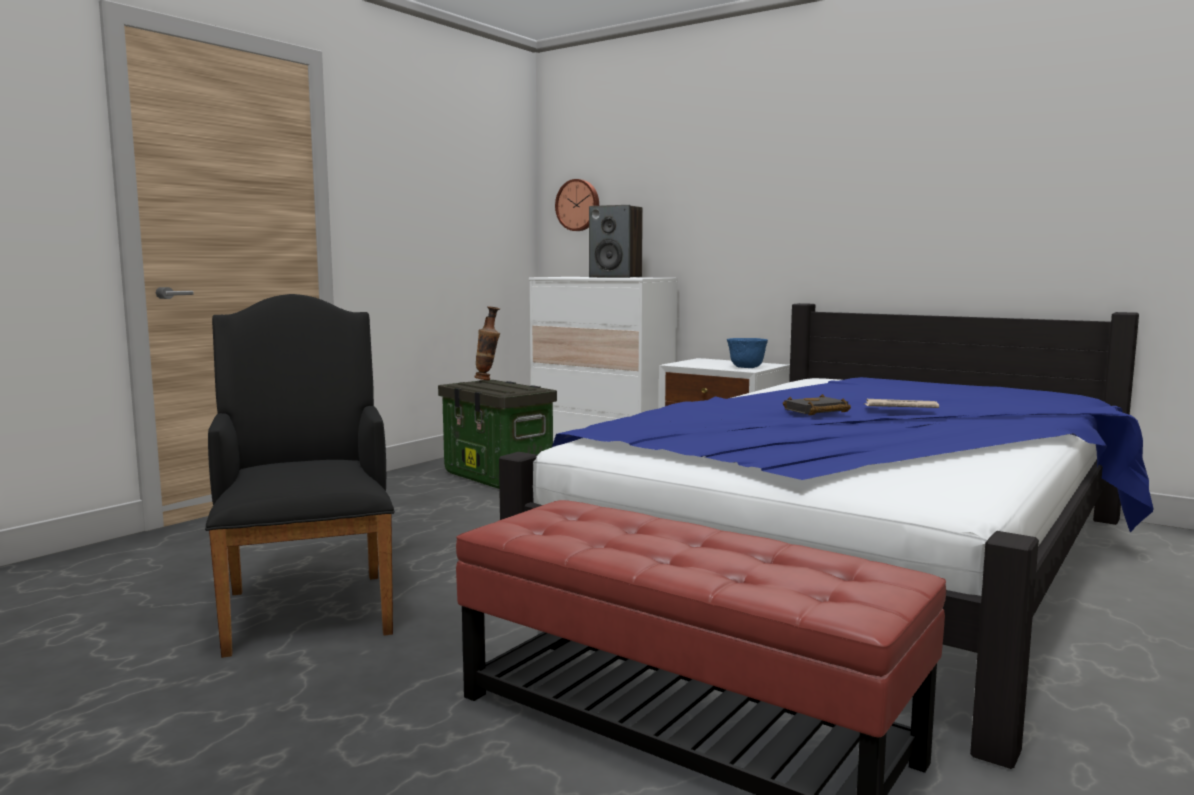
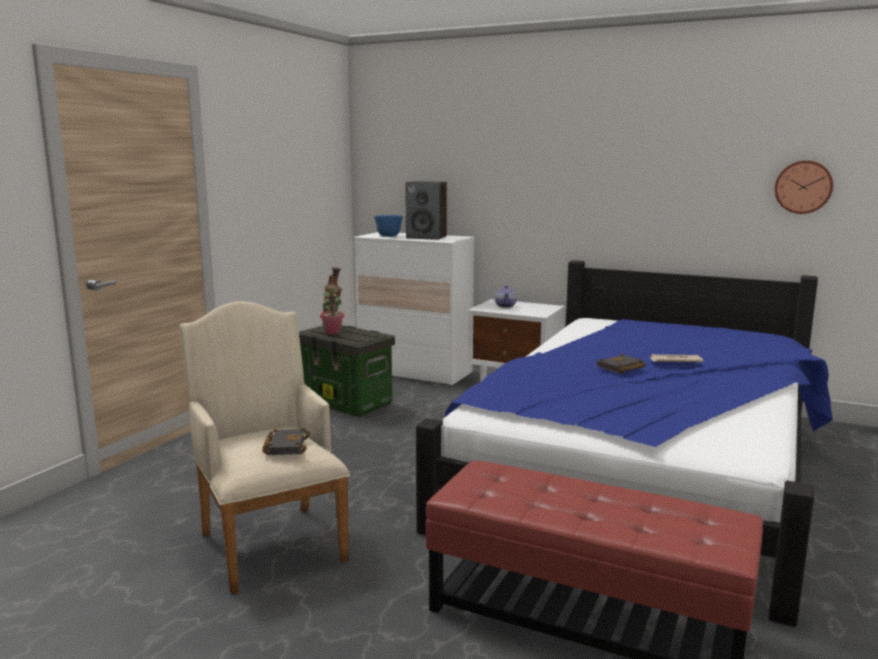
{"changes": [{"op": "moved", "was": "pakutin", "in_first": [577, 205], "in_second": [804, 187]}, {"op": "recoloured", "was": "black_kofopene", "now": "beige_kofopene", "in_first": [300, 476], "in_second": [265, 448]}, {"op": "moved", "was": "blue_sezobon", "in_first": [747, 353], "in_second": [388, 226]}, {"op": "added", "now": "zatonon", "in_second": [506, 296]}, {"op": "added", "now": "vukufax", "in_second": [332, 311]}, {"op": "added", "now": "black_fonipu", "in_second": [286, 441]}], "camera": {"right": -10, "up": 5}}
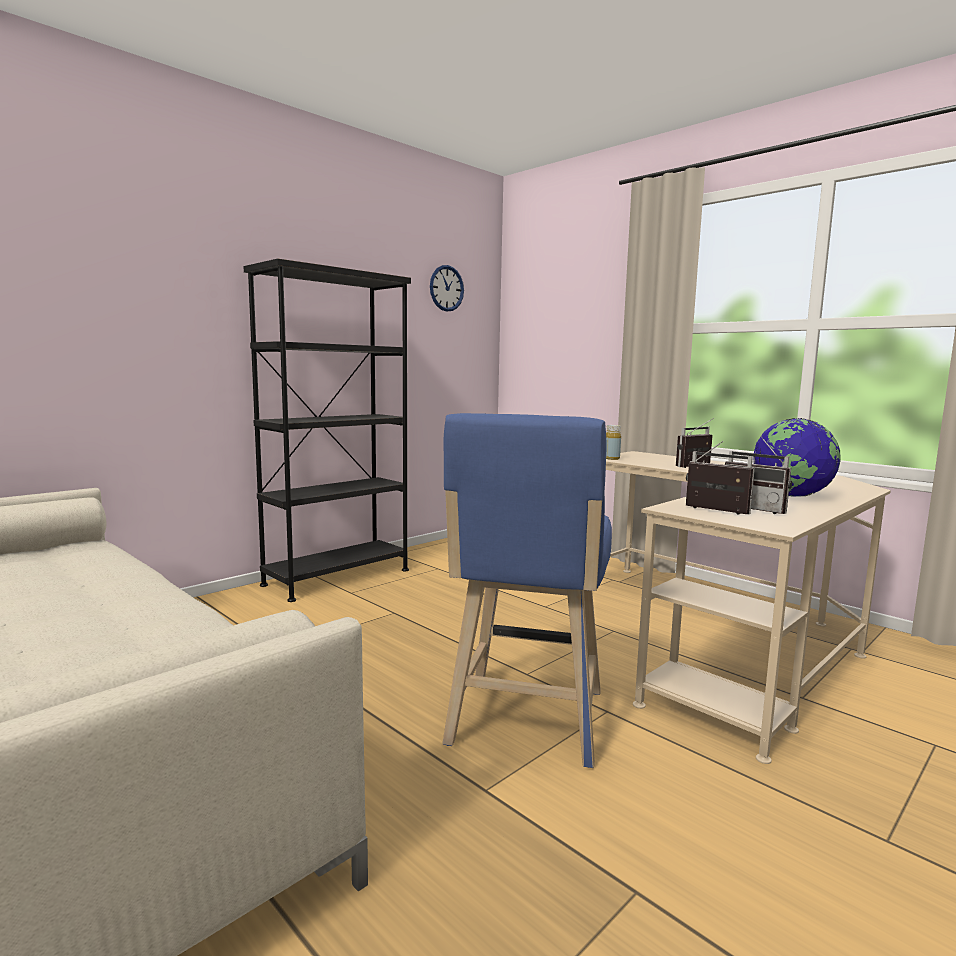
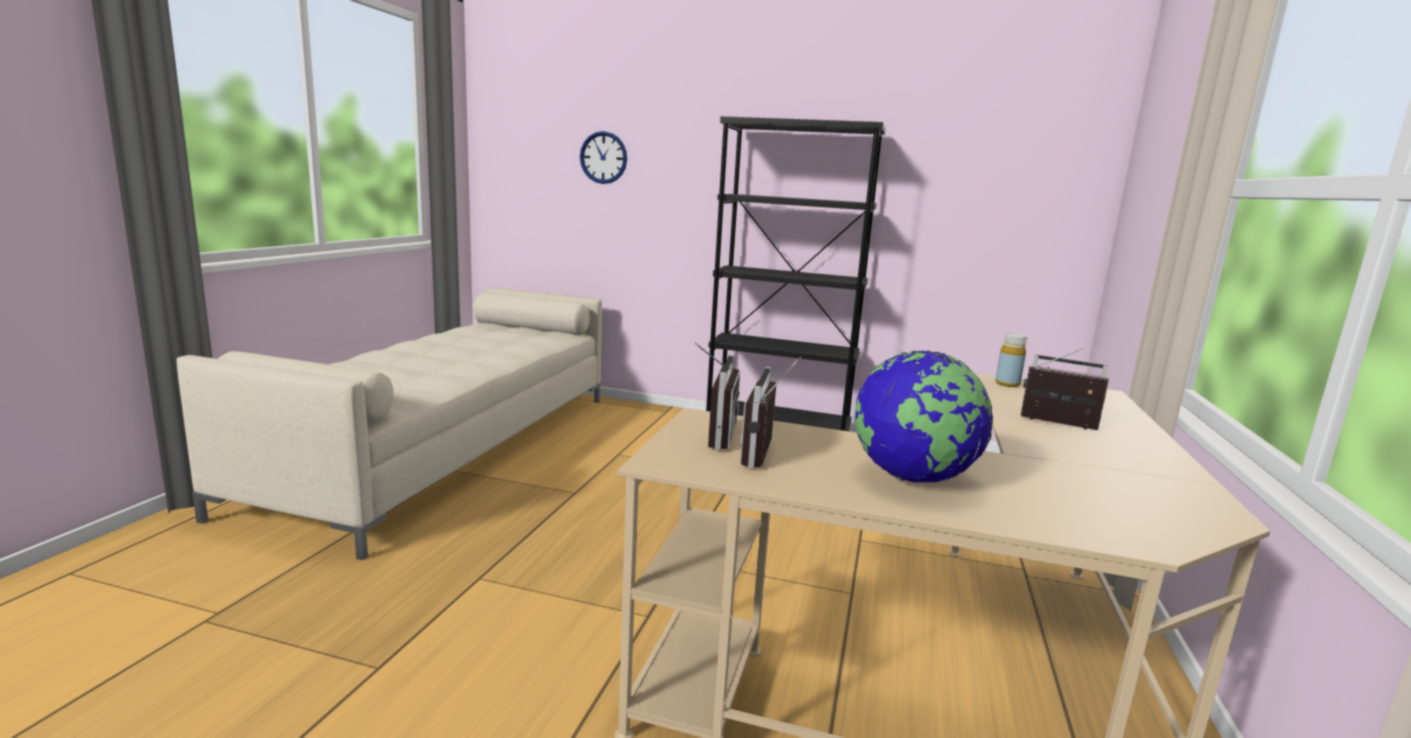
{"changes": [{"op": "moved", "was": "pakutin", "in_first": [447, 288], "in_second": [603, 157]}, {"op": "removed", "was": "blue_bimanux", "in_first": [527, 590]}], "camera": {"right": 60, "up": 5}}
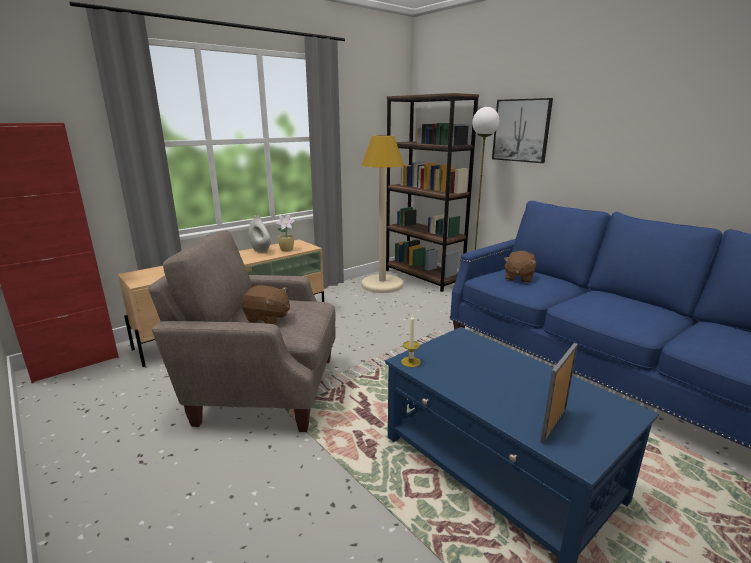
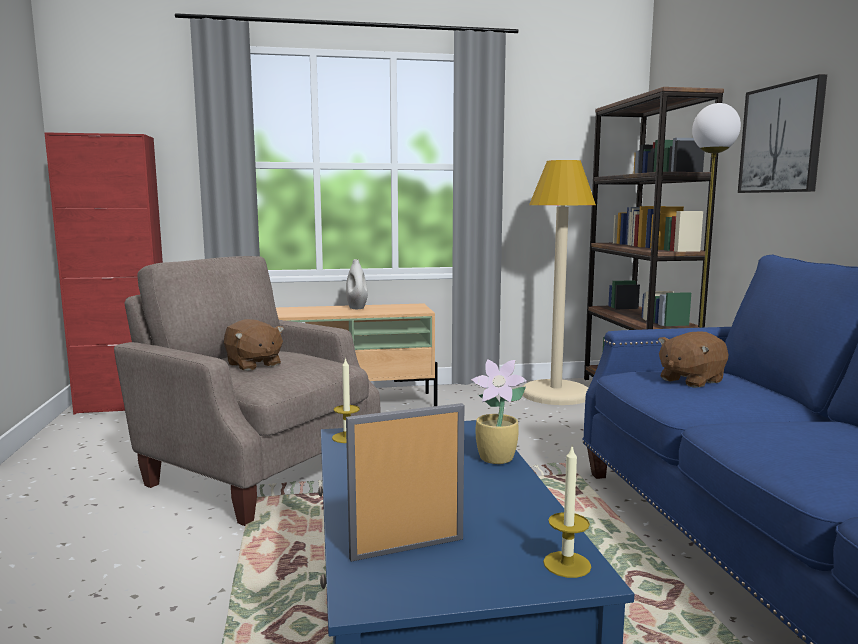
{"changes": [{"op": "moved", "was": "vukufax", "in_first": [285, 233], "in_second": [499, 411]}, {"op": "added", "now": "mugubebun", "in_second": [567, 512]}], "camera": {"right": 30, "up": -10}}
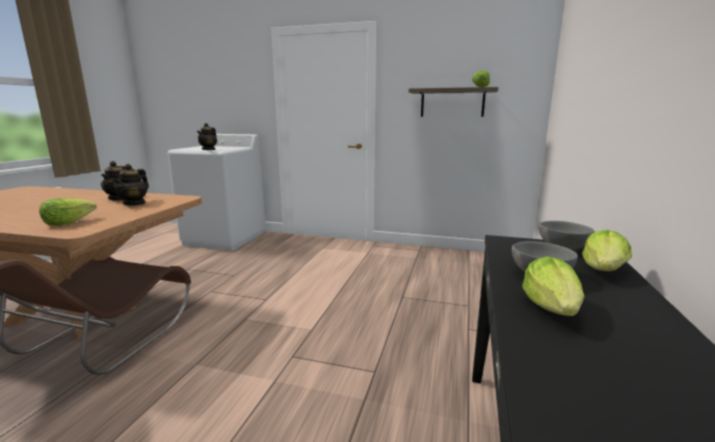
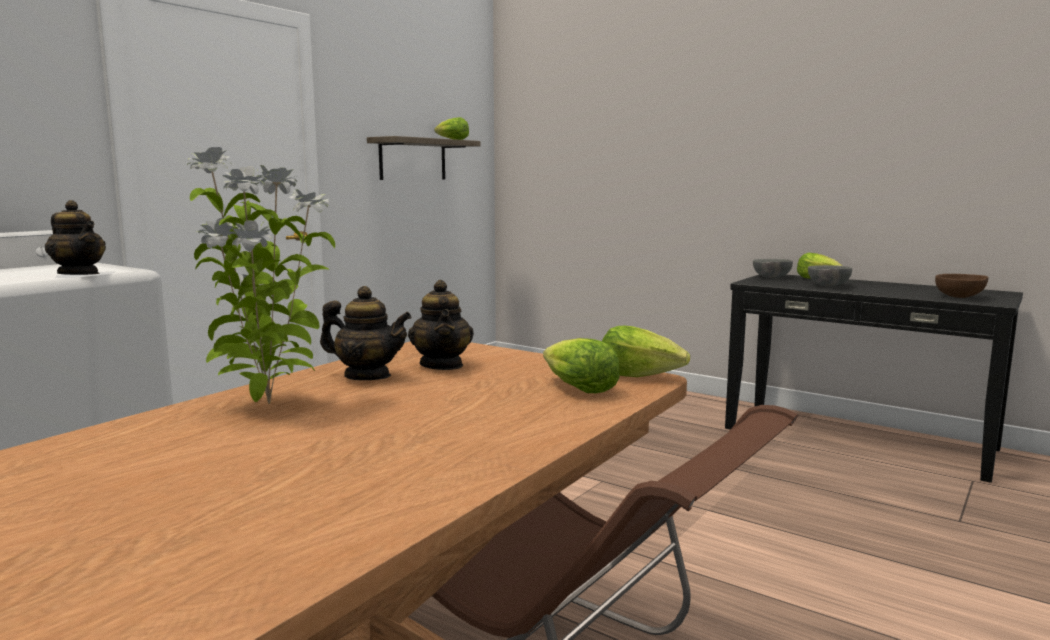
{"changes": [{"op": "turned", "was": "zatonon", "in_first": [130, 185], "in_second": [441, 325], "clockwise": 45}, {"op": "moved", "was": "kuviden", "in_first": [553, 286], "in_second": [646, 351]}, {"op": "added", "now": "vukufax", "in_second": [261, 275]}, {"op": "added", "now": "brown_sezobon", "in_second": [961, 286]}], "camera": {"right": -70, "up": -5}}
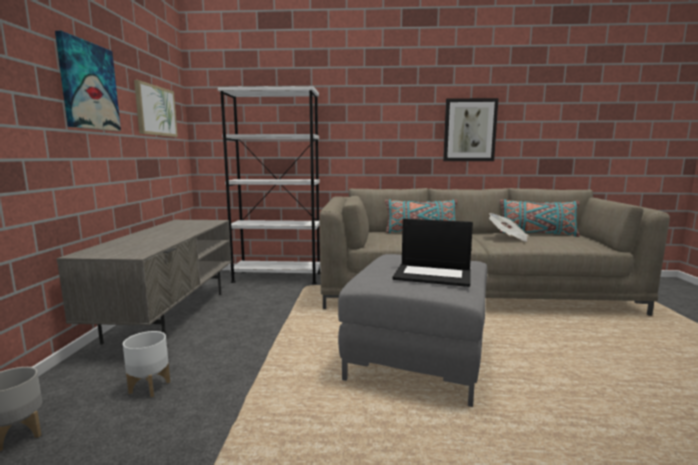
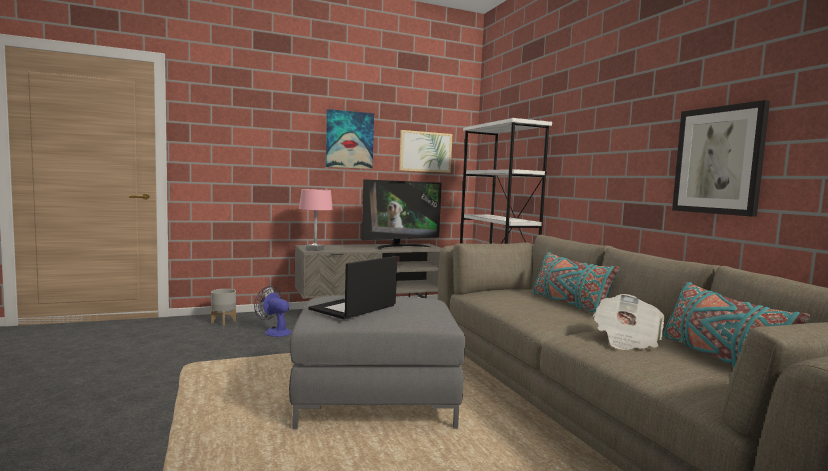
{"changes": [{"op": "turned", "was": "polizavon", "in_first": [432, 253], "in_second": [352, 287], "clockwise": 45}, {"op": "replaced", "was": "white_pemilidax", "now": "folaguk", "in_first": [146, 364], "in_second": [273, 311]}, {"op": "added", "now": "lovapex", "in_second": [401, 214]}, {"op": "added", "now": "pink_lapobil", "in_second": [316, 220]}], "camera": {"right": 65, "up": -5}}
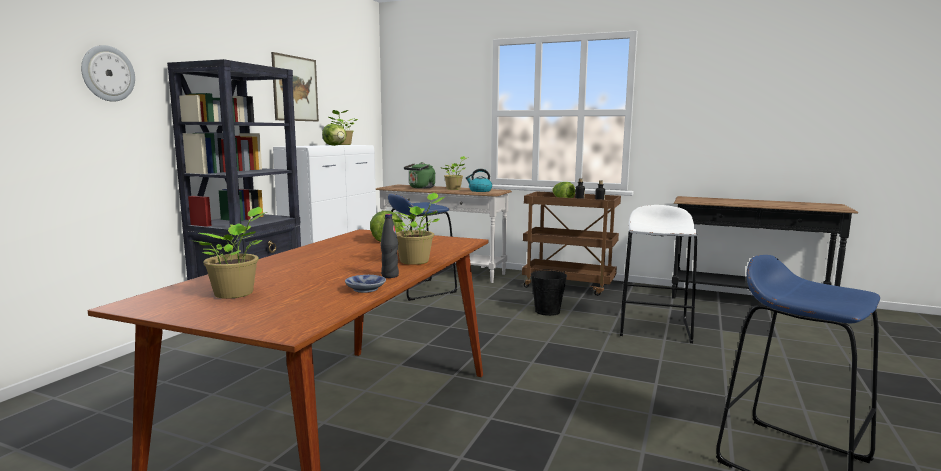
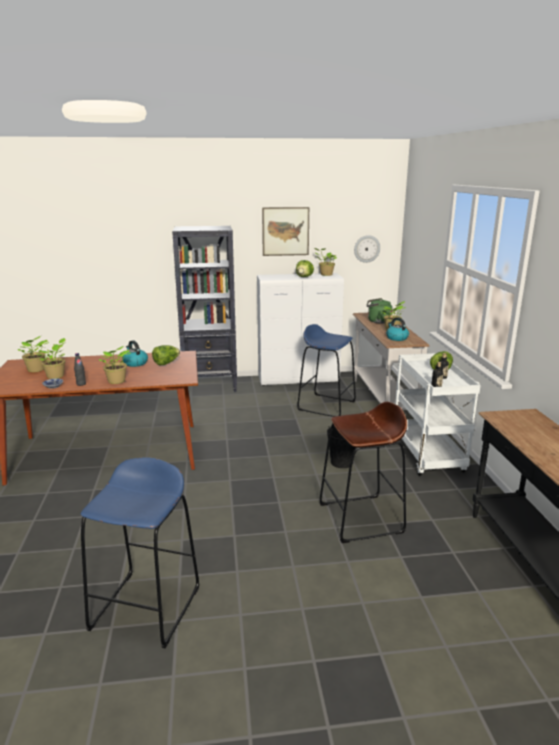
{"changes": [{"op": "moved", "was": "pakutin", "in_first": [108, 73], "in_second": [367, 249]}, {"op": "recoloured", "was": "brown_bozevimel", "now": "white_bozevimel", "in_first": [571, 243], "in_second": [438, 414]}, {"op": "recoloured", "was": "white_bimanux", "now": "brown_bimanux", "in_first": [659, 274], "in_second": [363, 472]}, {"op": "added", "now": "vukufax", "in_second": [50, 358]}, {"op": "added", "now": "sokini", "in_second": [135, 353]}], "camera": {"right": 60, "up": 10}}
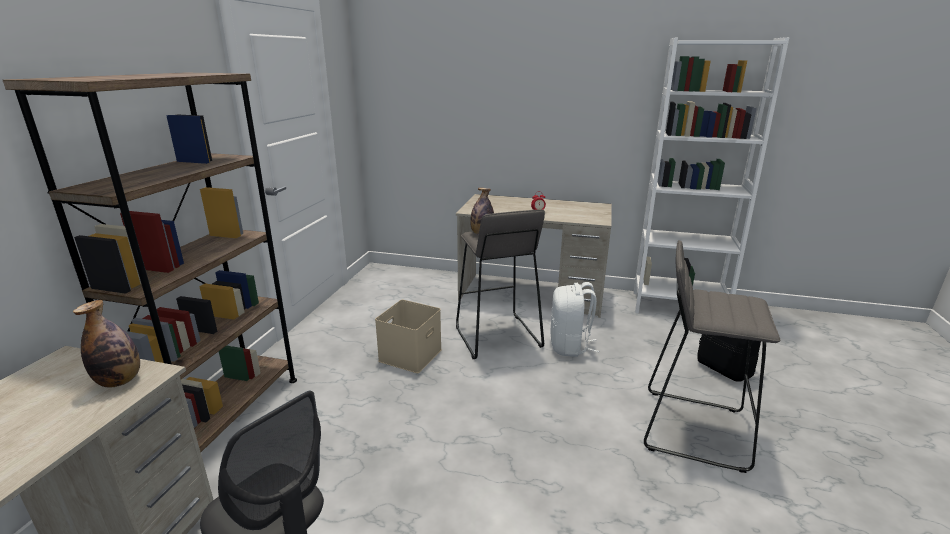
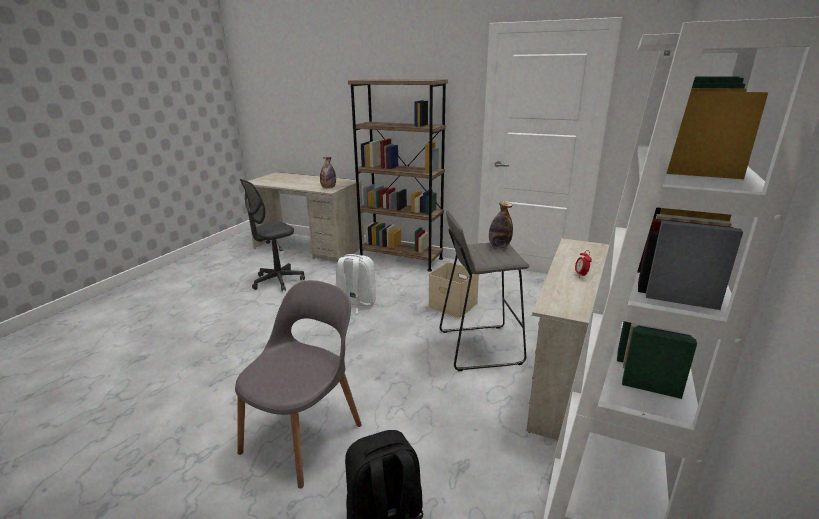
{"changes": [{"op": "replaced", "was": "grey_bimanux", "now": "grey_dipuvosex", "in_first": [712, 356], "in_second": [298, 384]}, {"op": "moved", "was": "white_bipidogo", "in_first": [574, 319], "in_second": [356, 284]}], "camera": {"right": 100, "up": 0}}
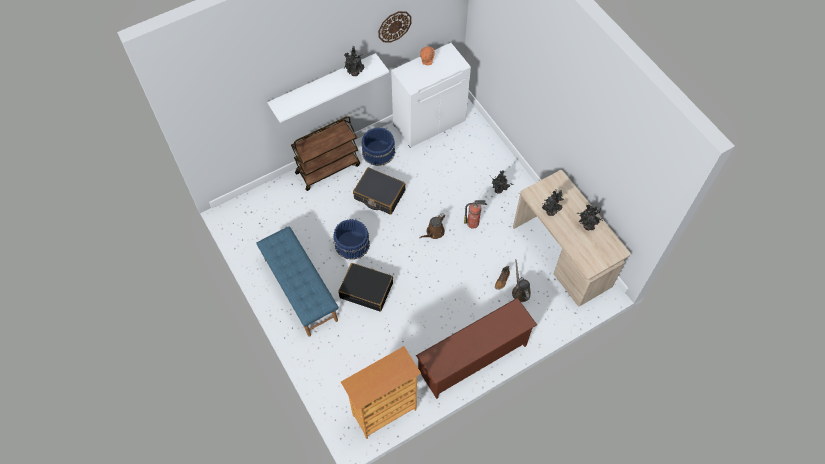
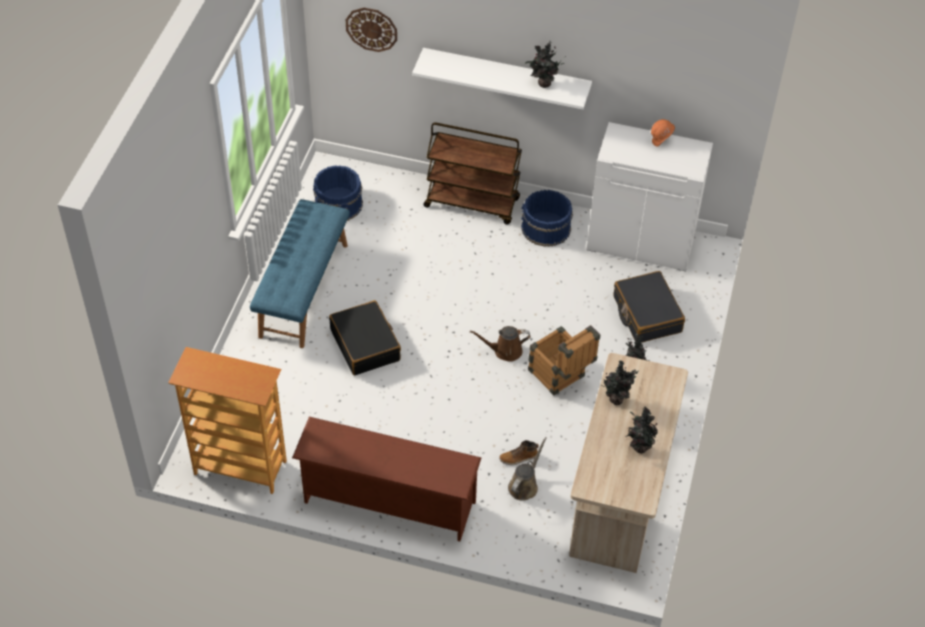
{"changes": [{"op": "moved", "was": "pakutin", "in_first": [394, 26], "in_second": [371, 30]}, {"op": "moved", "was": "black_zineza", "in_first": [379, 191], "in_second": [649, 306]}, {"op": "replaced", "was": "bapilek", "now": "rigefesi", "in_first": [475, 214], "in_second": [564, 360]}, {"op": "moved", "was": "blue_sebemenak", "in_first": [351, 239], "in_second": [338, 193]}], "camera": {"right": 45, "up": -10}}
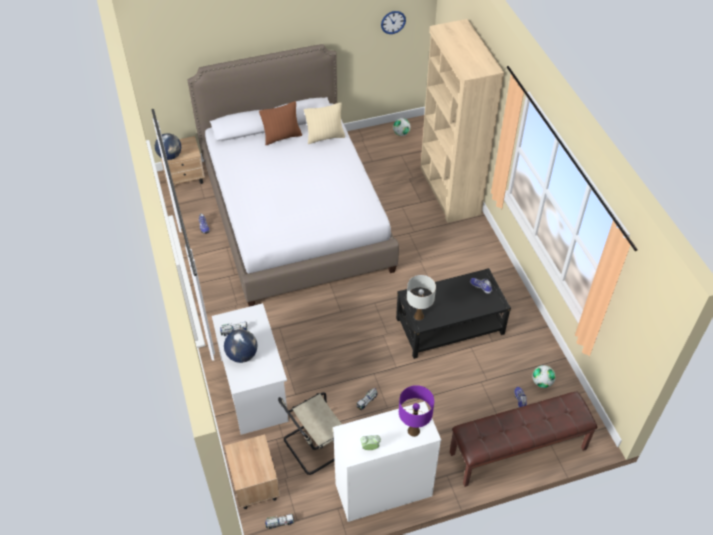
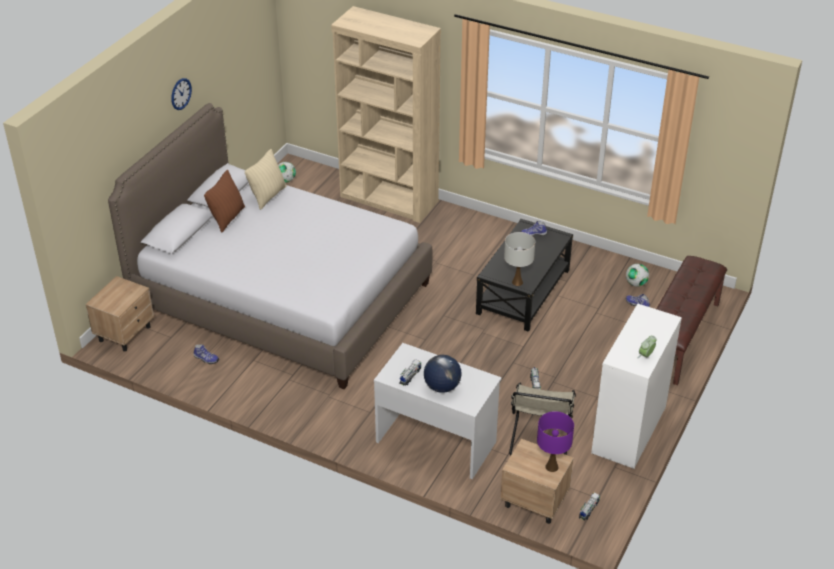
{"changes": [{"op": "moved", "was": "pakutin", "in_first": [393, 22], "in_second": [181, 94]}, {"op": "removed", "was": "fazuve", "in_first": [168, 146]}, {"op": "moved", "was": "purple_lapobil", "in_first": [416, 411], "in_second": [555, 441]}], "camera": {"right": -45, "up": -10}}
